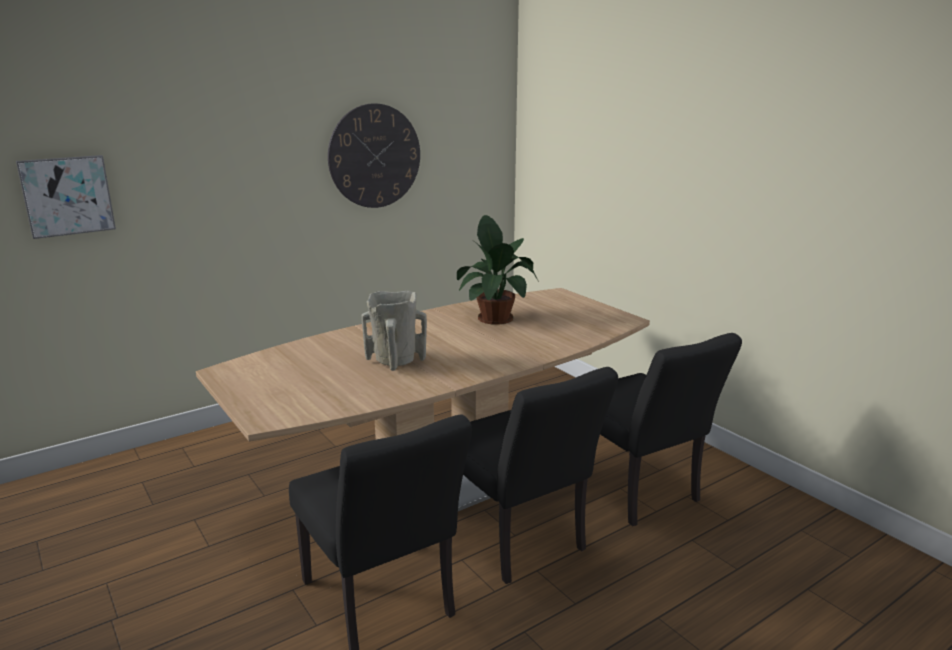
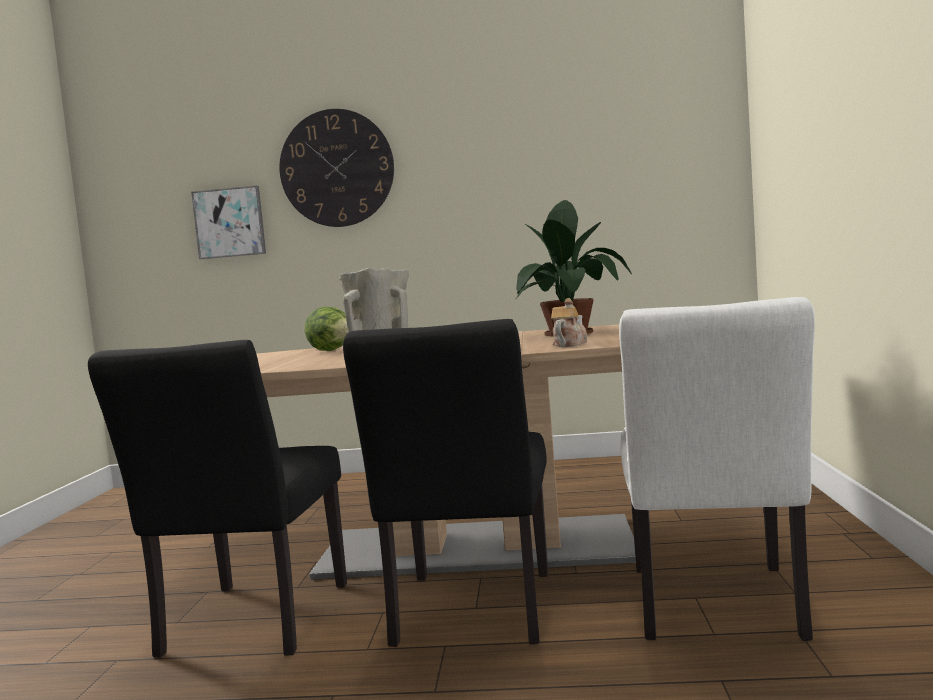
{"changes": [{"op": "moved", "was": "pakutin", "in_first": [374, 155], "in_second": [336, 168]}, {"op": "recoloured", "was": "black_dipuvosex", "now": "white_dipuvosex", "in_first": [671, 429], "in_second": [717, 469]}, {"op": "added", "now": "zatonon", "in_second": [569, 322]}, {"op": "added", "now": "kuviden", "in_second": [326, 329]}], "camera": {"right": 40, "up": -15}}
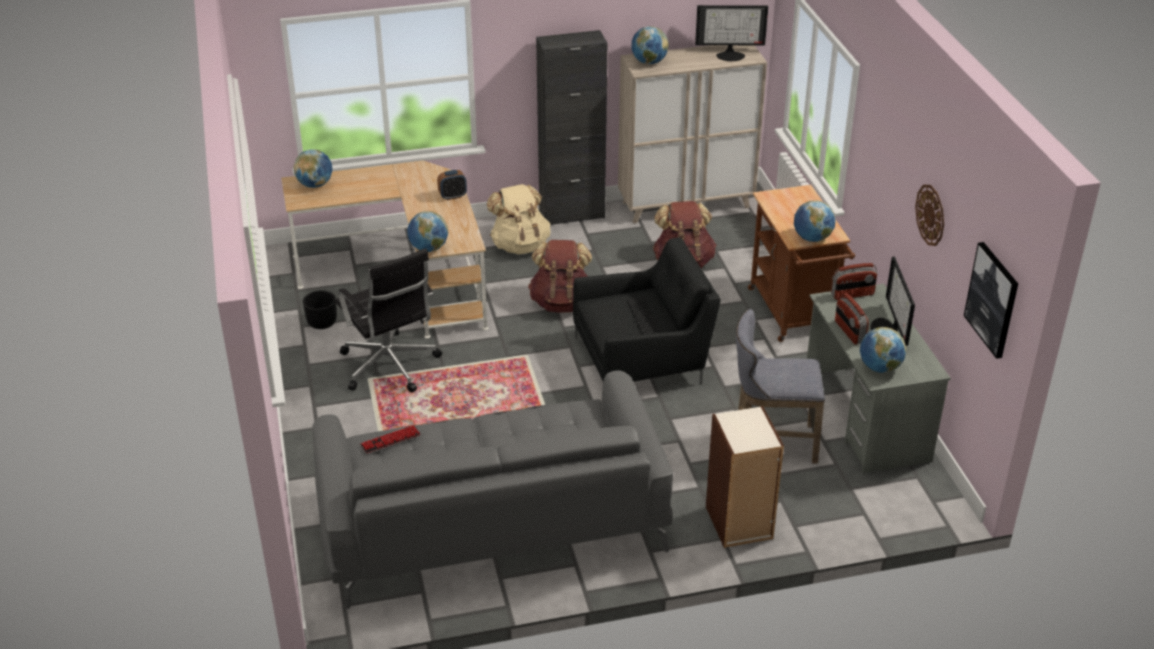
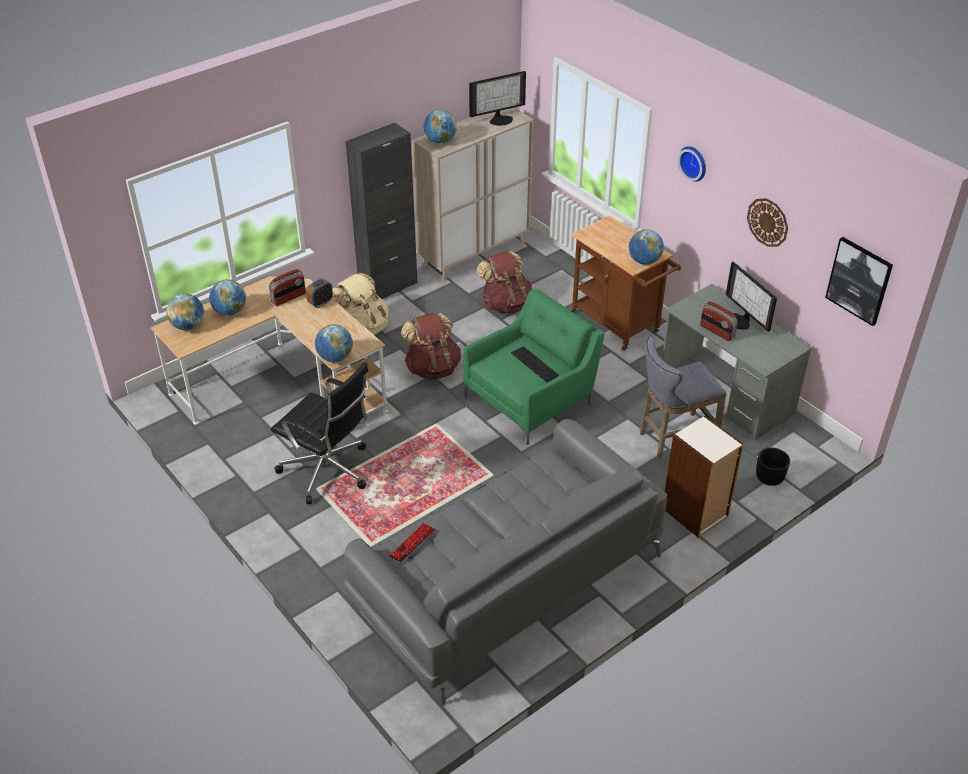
{"changes": [{"op": "recoloured", "was": "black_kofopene", "now": "green_kofopene", "in_first": [647, 310], "in_second": [534, 366]}, {"op": "moved", "was": "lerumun", "in_first": [854, 281], "in_second": [287, 287]}, {"op": "moved", "was": "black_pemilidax", "in_first": [320, 309], "in_second": [773, 467]}, {"op": "moved", "was": "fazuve", "in_first": [883, 350], "in_second": [227, 297]}, {"op": "added", "now": "pakutin", "in_second": [692, 164]}], "camera": {"right": -25, "up": 5}}
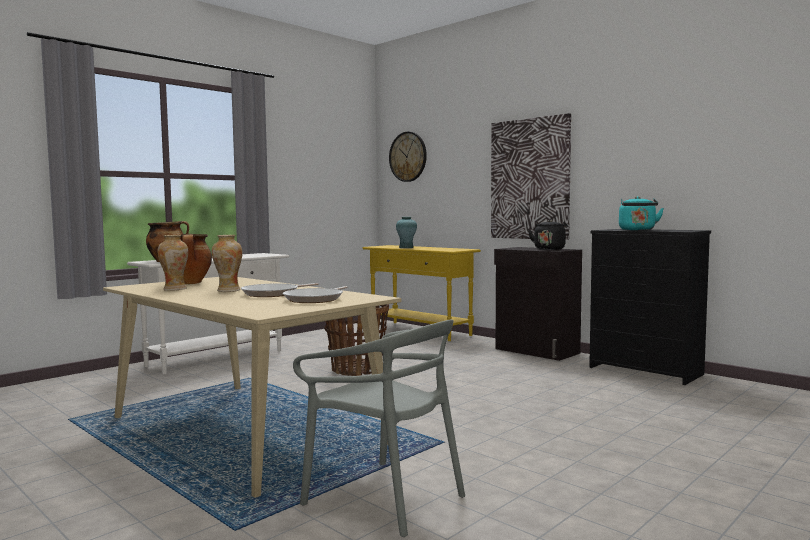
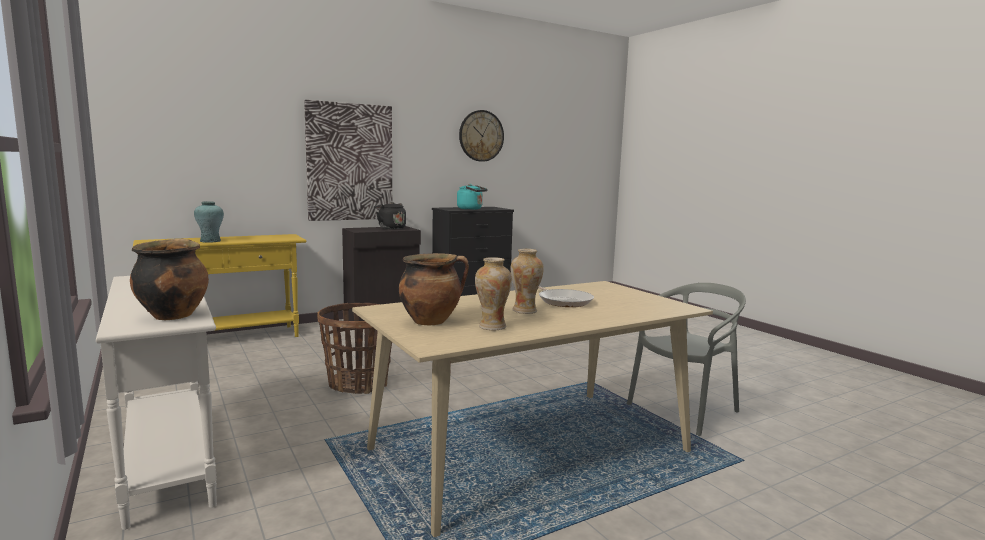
{"changes": [{"op": "moved", "was": "pakutin", "in_first": [408, 157], "in_second": [481, 136]}, {"op": "removed", "was": "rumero", "in_first": [315, 294]}], "camera": {"right": -75, "up": 5}}
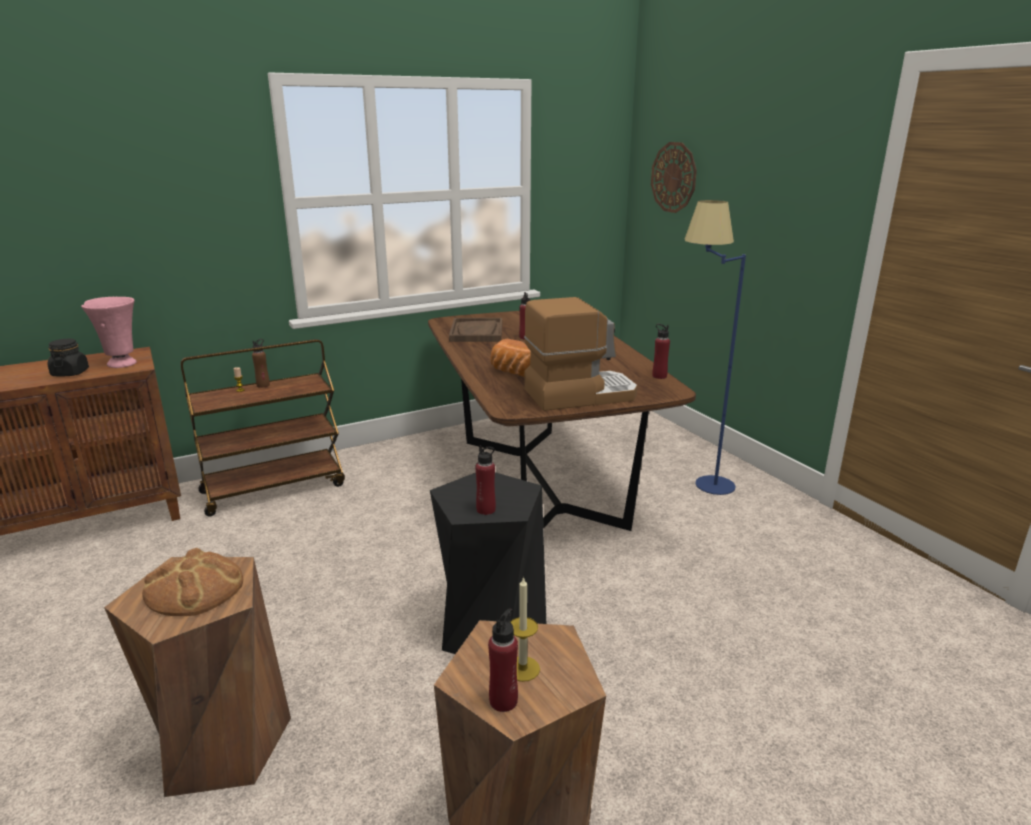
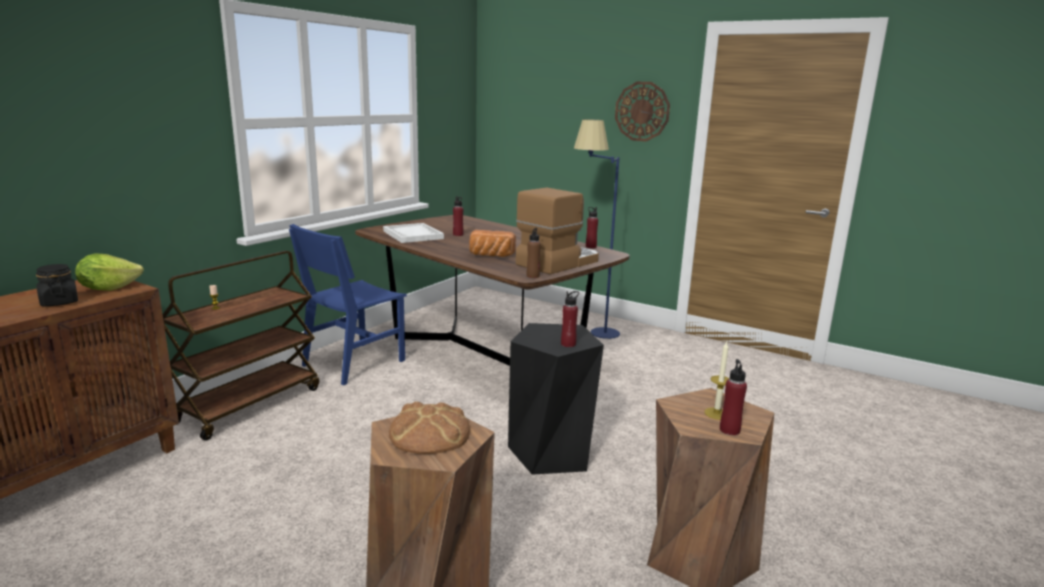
{"changes": [{"op": "moved", "was": "pakutin", "in_first": [674, 177], "in_second": [642, 111]}, {"op": "replaced", "was": "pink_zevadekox", "now": "kuviden", "in_first": [109, 332], "in_second": [109, 272]}, {"op": "recoloured", "was": "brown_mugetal", "now": "white_mugetal", "in_first": [475, 330], "in_second": [413, 233]}, {"op": "moved", "was": "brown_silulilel", "in_first": [261, 363], "in_second": [534, 253]}, {"op": "added", "now": "blue_dipuvosex", "in_second": [348, 304]}], "camera": {"right": -30, "up": -5}}
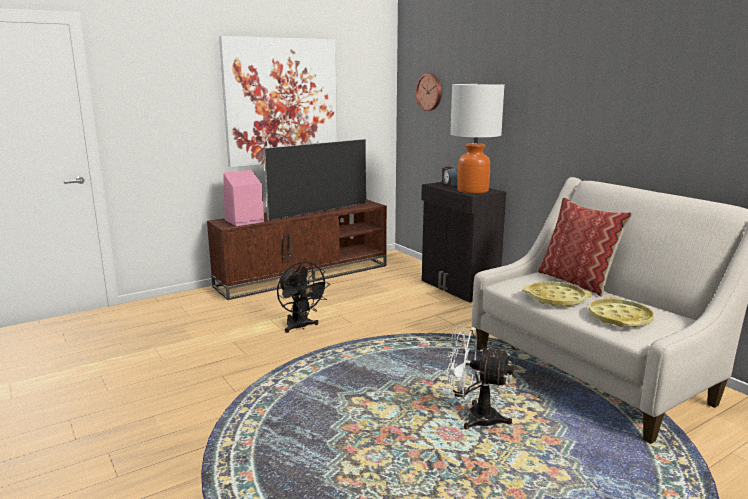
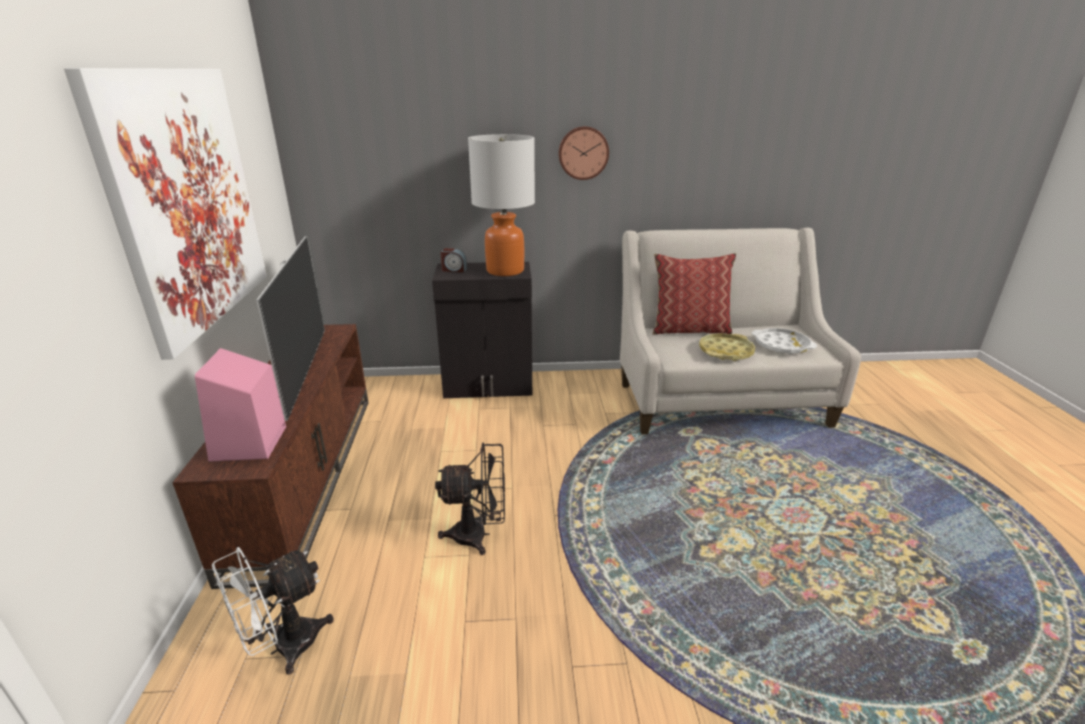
{"changes": [{"op": "moved", "was": "pakutin", "in_first": [429, 92], "in_second": [583, 153]}, {"op": "recoloured", "was": "yellow_mugetal", "now": "white_mugetal", "in_first": [621, 312], "in_second": [784, 341]}, {"op": "moved", "was": "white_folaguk", "in_first": [479, 377], "in_second": [273, 611]}], "camera": {"right": -60, "up": 10}}
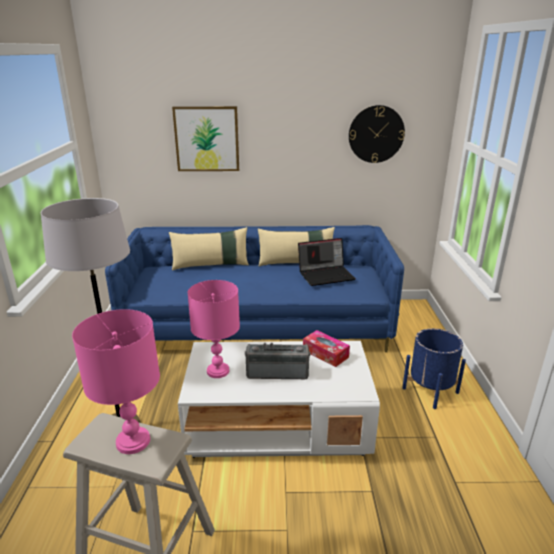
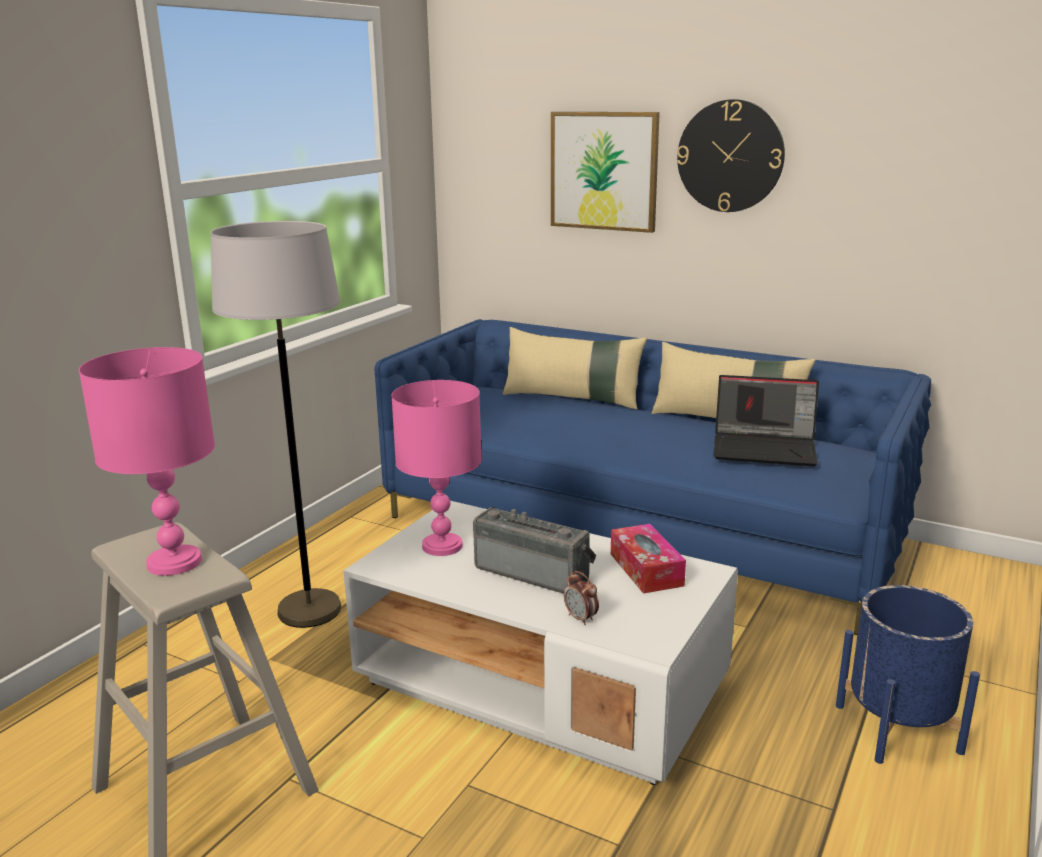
{"changes": [{"op": "moved", "was": "pakutin", "in_first": [377, 134], "in_second": [731, 155]}, {"op": "added", "now": "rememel", "in_second": [581, 598]}], "camera": {"right": 30, "up": -5}}
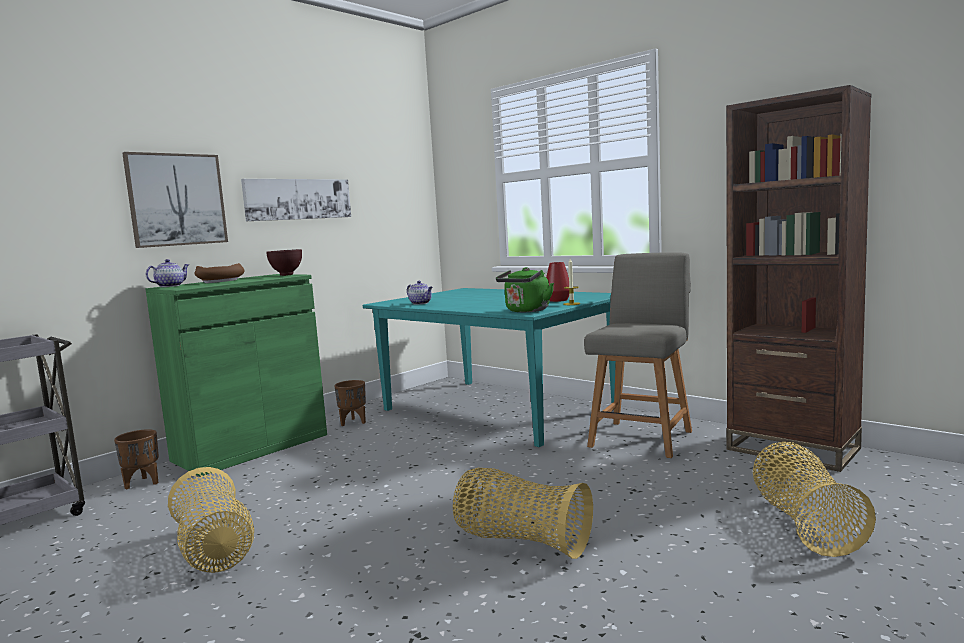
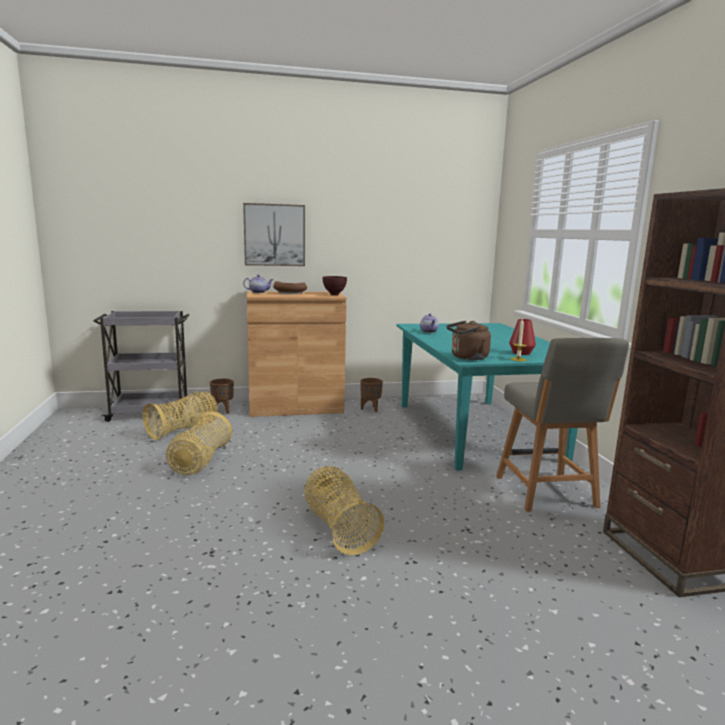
{"changes": [{"op": "removed", "was": "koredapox", "in_first": [296, 200]}, {"op": "turned", "was": "grey_dipuvosex", "in_first": [638, 355], "in_second": [562, 425], "clockwise": 105}, {"op": "recoloured", "was": "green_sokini", "now": "brown_sokini", "in_first": [525, 289], "in_second": [468, 340]}, {"op": "recoloured", "was": "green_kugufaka", "now": "brown_kugufaka", "in_first": [236, 375], "in_second": [297, 354]}, {"op": "moved", "was": "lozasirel", "in_first": [814, 499], "in_second": [180, 416]}], "camera": {"right": 35, "up": 5}}
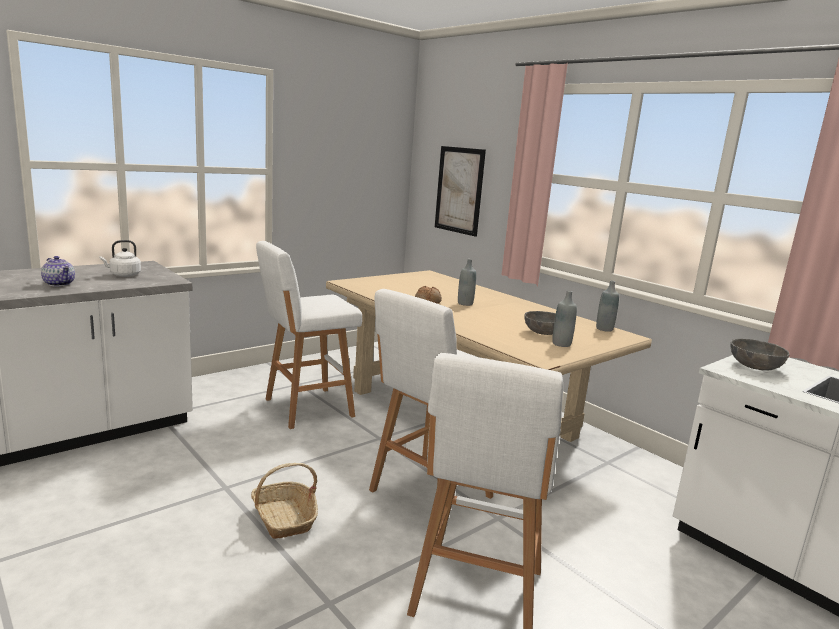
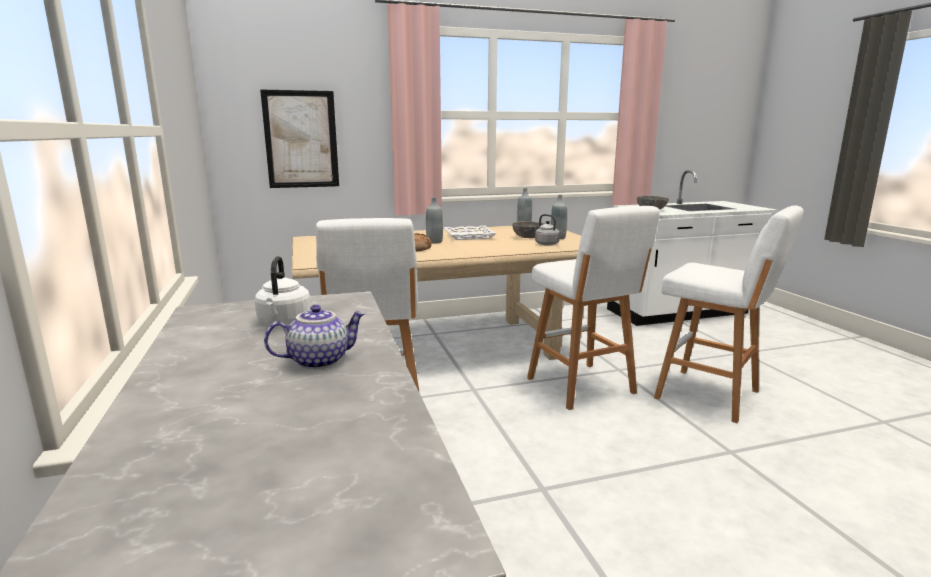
{"changes": [{"op": "removed", "was": "lozasirel", "in_first": [284, 501]}, {"op": "added", "now": "grey_sokini", "in_second": [549, 229]}, {"op": "added", "now": "white_mugetal", "in_second": [470, 233]}], "camera": {"right": -65, "up": 0}}
